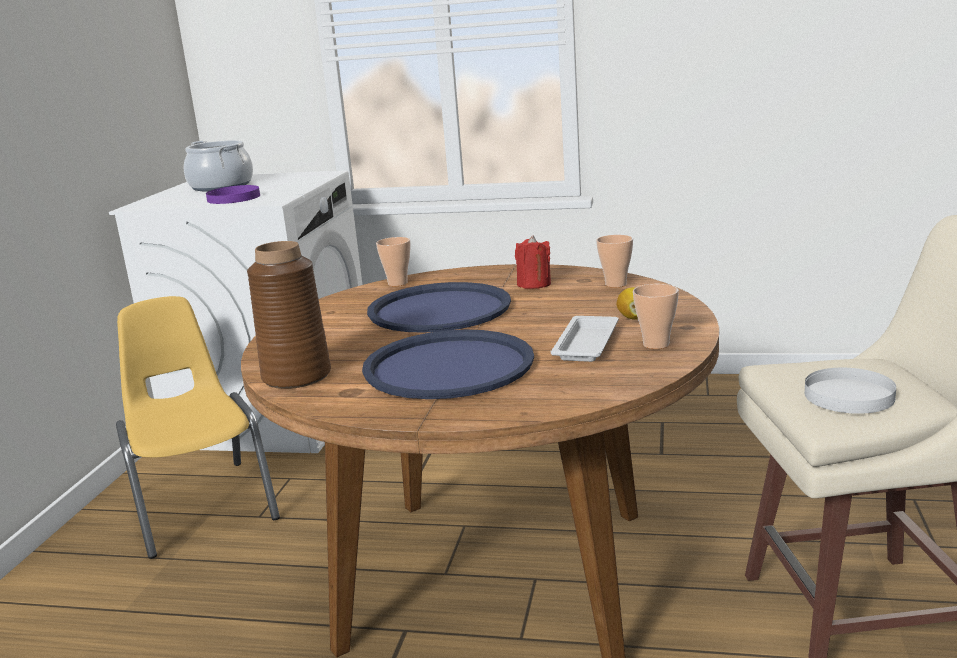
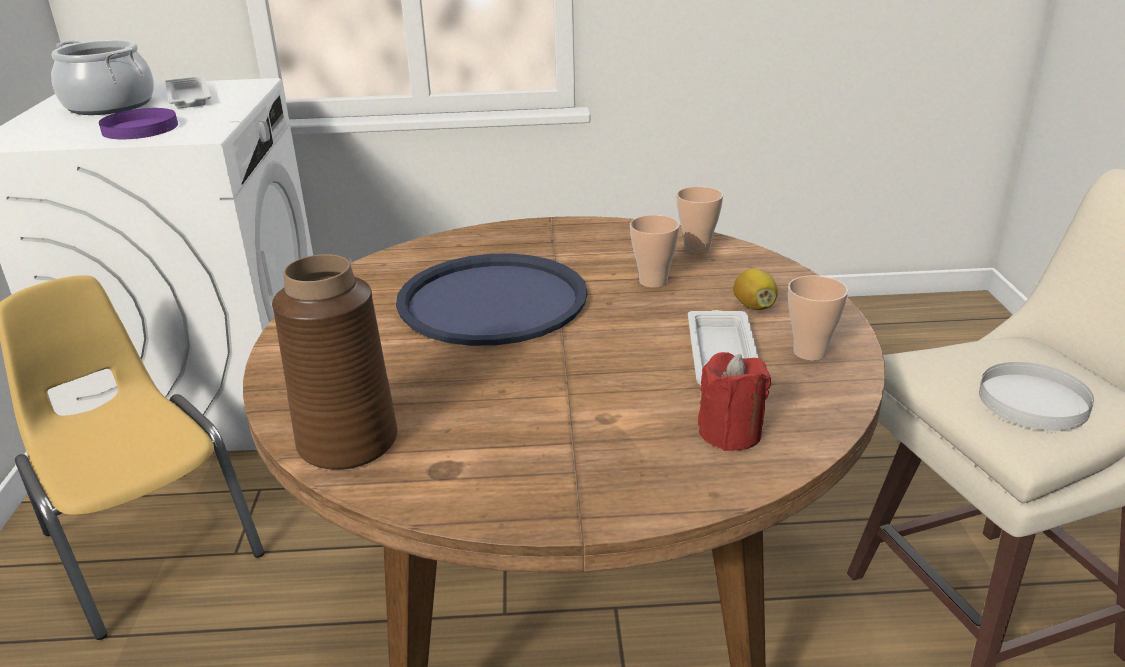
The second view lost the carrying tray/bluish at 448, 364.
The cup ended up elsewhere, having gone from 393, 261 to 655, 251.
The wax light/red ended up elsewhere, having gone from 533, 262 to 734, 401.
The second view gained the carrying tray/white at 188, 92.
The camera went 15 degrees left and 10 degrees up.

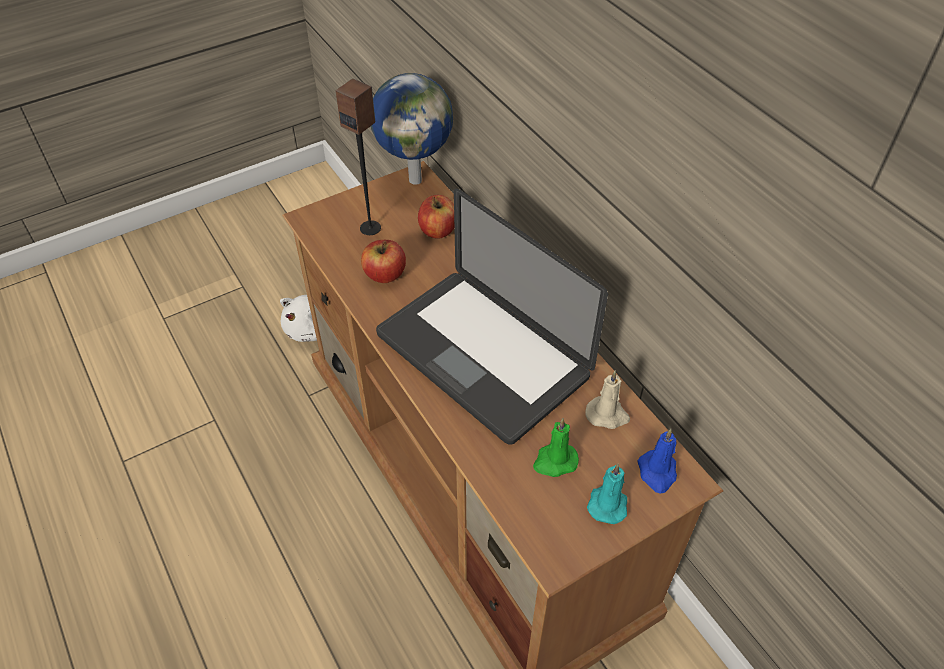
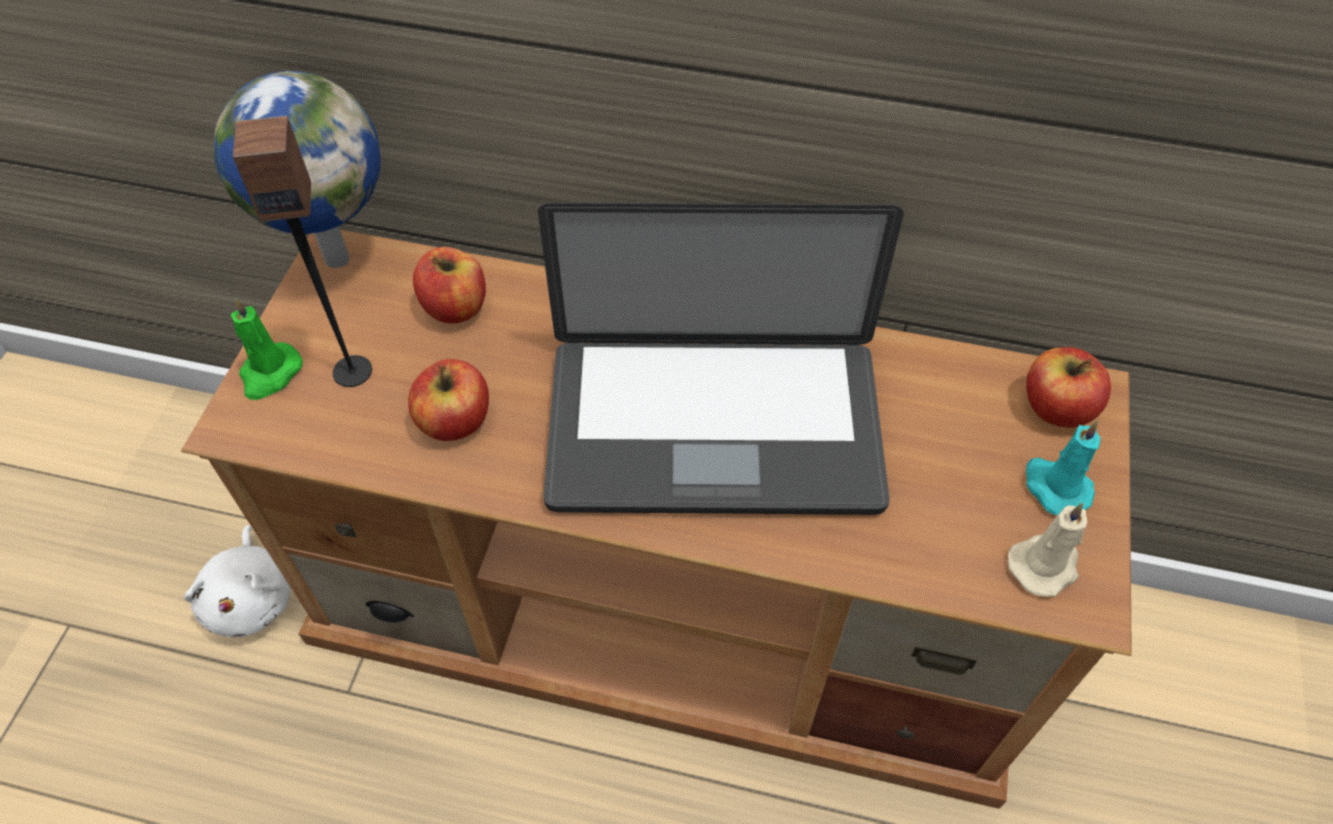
The wax light/green-coloured ended up elsewhere, having gone from 556, 447 to 267, 349.
The wax light/beige-coloured ended up elsewhere, having gone from 607, 399 to 1047, 550.
Where the wax light/bluish stood at 657, 461, the whole apple came to stand at 1068, 387.
The camera went 45 degrees left and 5 degrees up.

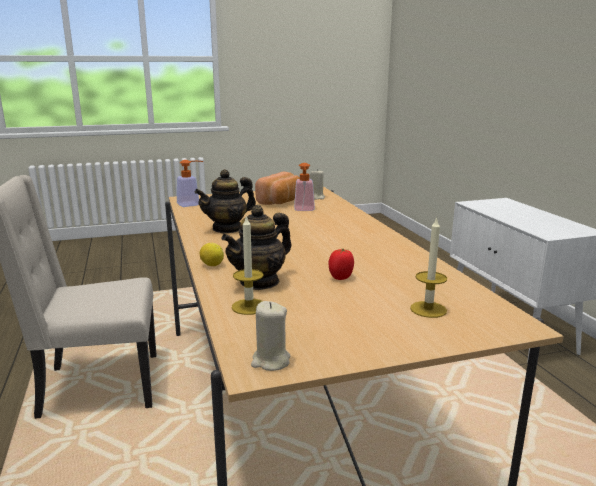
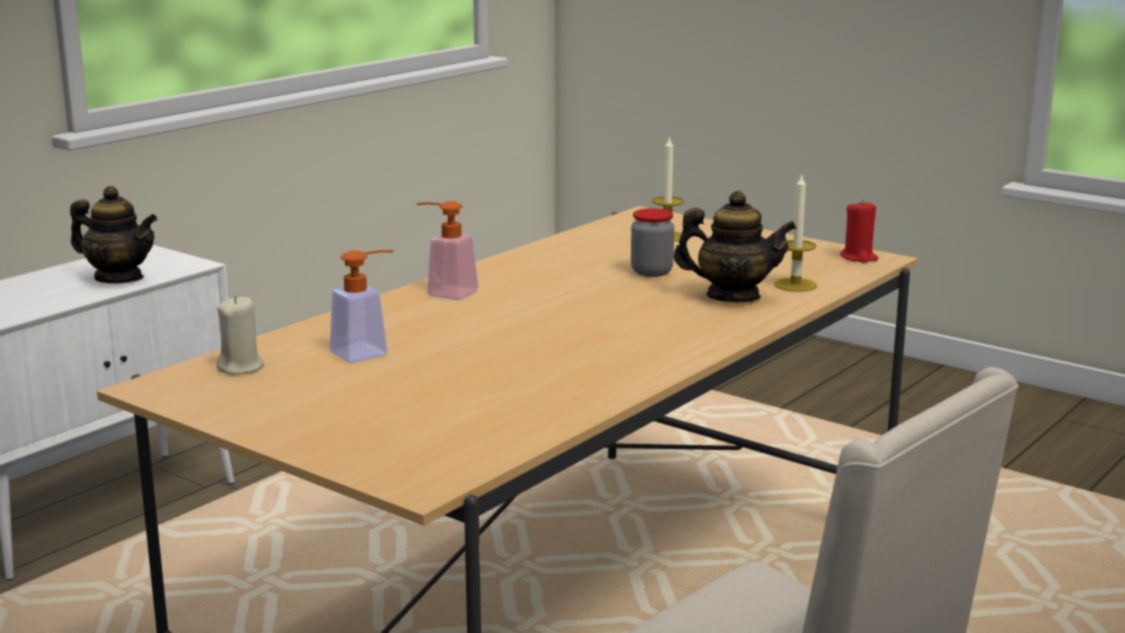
The liquid soap bottle ended up elsewhere, having gone from 190, 183 to 448, 250.
The tea pot ended up elsewhere, having gone from 225, 201 to 113, 234.
The second view lost the lemon at 212, 254.
What was the wax light/beige-coloured at 270, 336 turned into the wax light/red at 859, 231.
The second view lost the bread at 277, 188.
Where the tomato stood at 341, 264, the storage jar came to stand at 652, 242.
The camera went 125 degrees left and 0 degrees up.

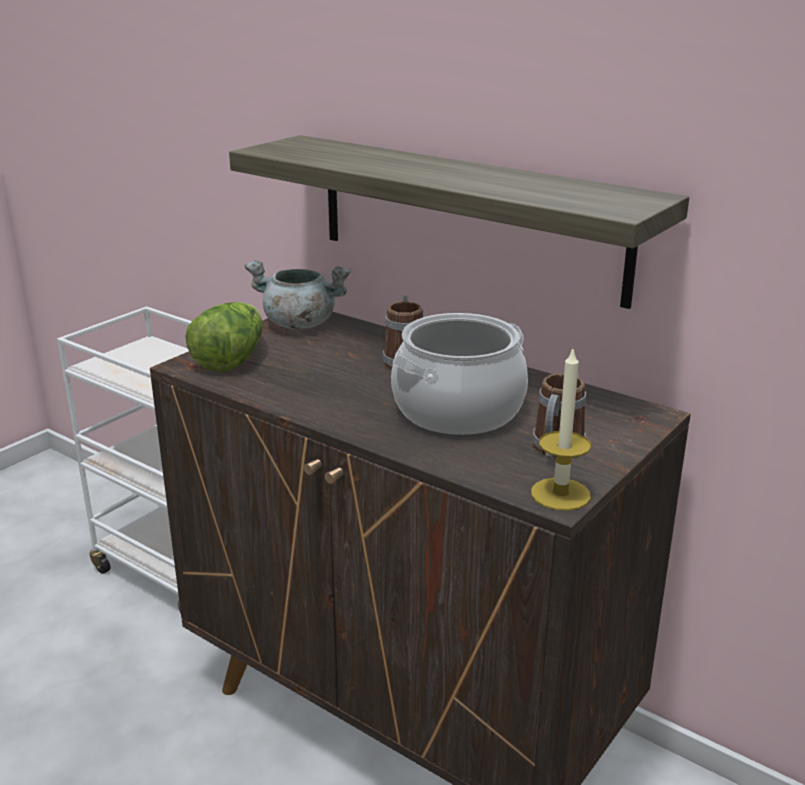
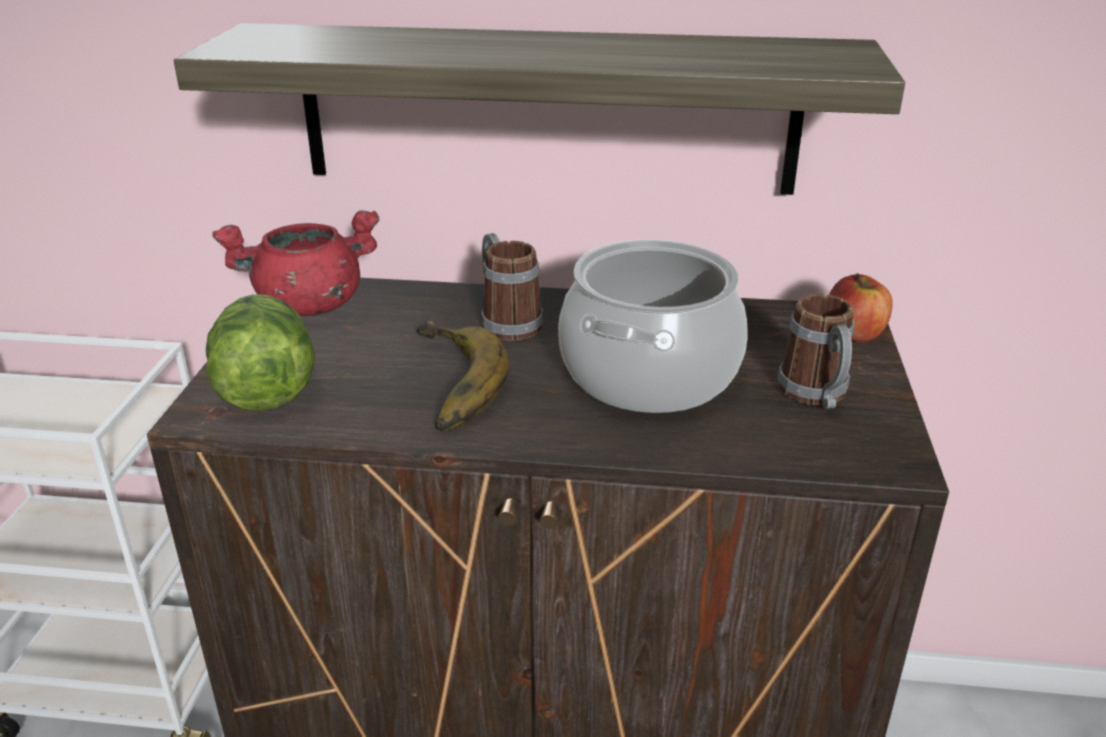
What was the stockpot/grey at 297, 295 turned into the stockpot/red at 295, 263.
The second view lost the wax light at 561, 428.
The second view gained the banana fruit at 463, 375.
The second view gained the whole apple at 861, 307.
The camera went 30 degrees left and 5 degrees up.

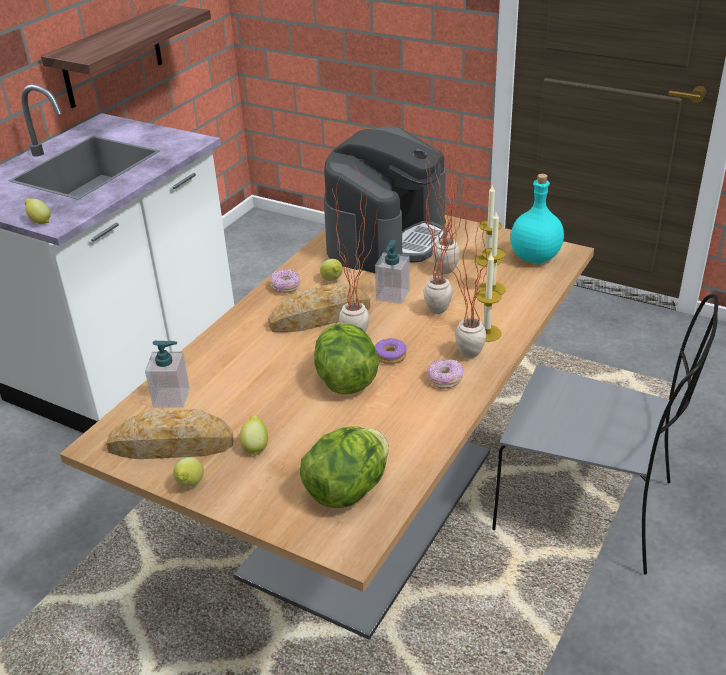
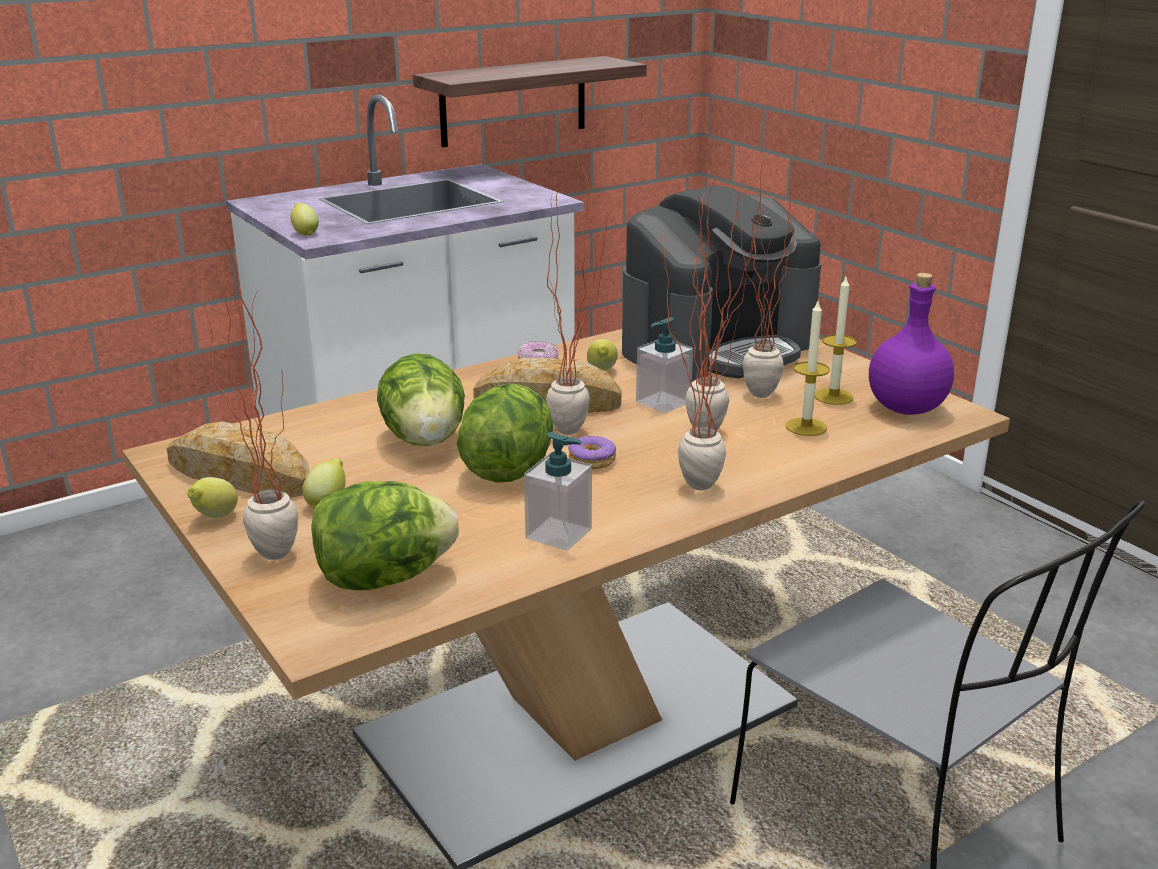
The liquid soap bottle ended up elsewhere, having gone from 167, 374 to 558, 491.
The second view lost the doughnut at 445, 374.
The second view lost the wax light at 489, 297.
What was the beverage bottle/turquoise at 537, 218 turned into the beverage bottle/purple-coloured at 911, 344.
The second view gained the plant in a pot at 250, 398.
The second view gained the lettuce at 421, 399.
The camera went 25 degrees right and 10 degrees down.

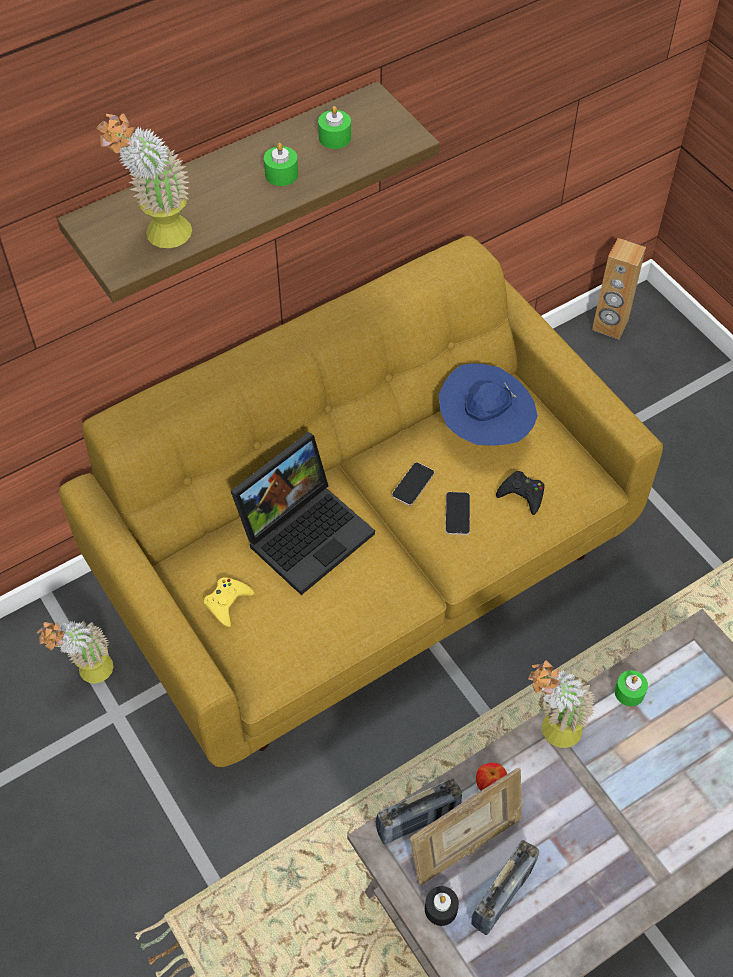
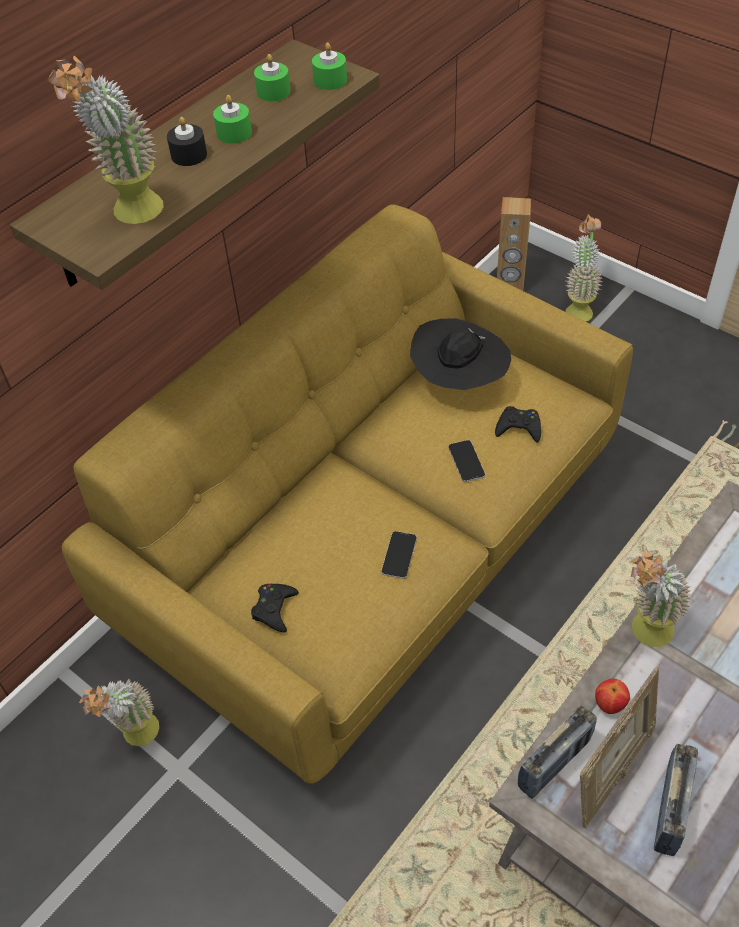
What was the game controller/yellow at 229, 602 turned into the game controller/black at 275, 608.
The second view lost the portable computer at 303, 513.
The phone ended up elsewhere, having gone from 413, 484 to 399, 555.
The wax light/black ended up elsewhere, having gone from 442, 906 to 187, 141.
What was the wearable hat/bluish at 488, 404 turned into the wearable hat/black at 460, 354.
The wax light/green-coloured ended up elsewhere, having gone from 631, 688 to 329, 66.
The second view gained the plant in a pot at 584, 268.
The camera went 15 degrees left and 5 degrees down.

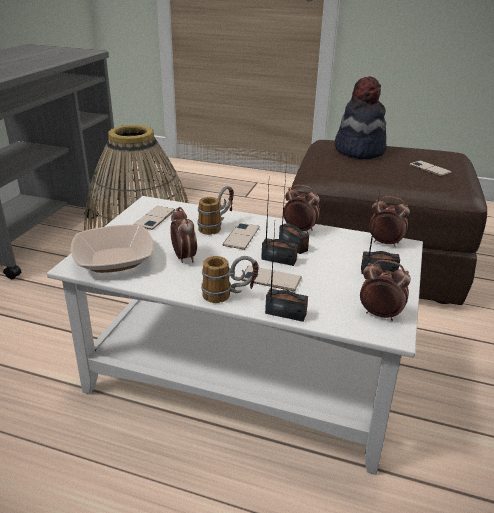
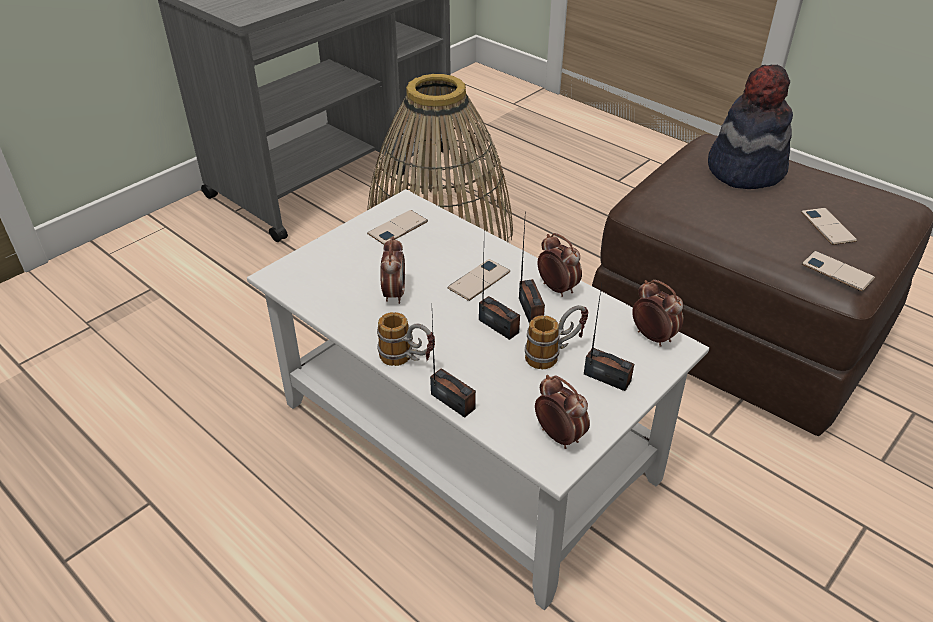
The second view lost the deep dish at 112, 249.
The coffee mug ended up elsewhere, having gone from 215, 210 to 556, 337.
The phone ended up elsewhere, having gone from 271, 278 to 838, 271.
The camera went 25 degrees right and 10 degrees up.

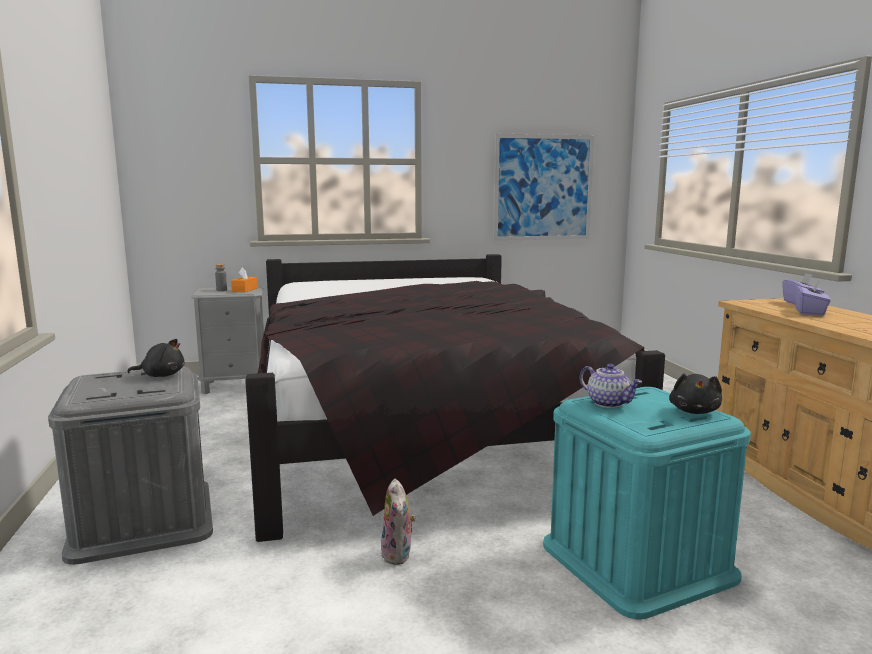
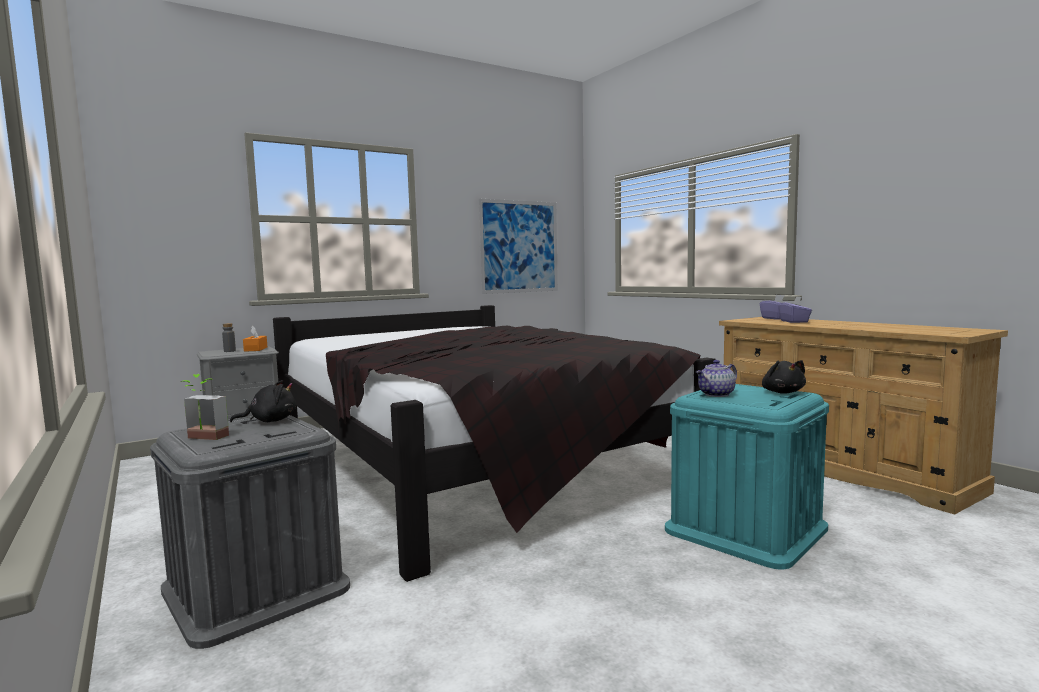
The second view lost the soft toy at 398, 522.
The tea pot at 611, 386 ended up facing another way, 120 degrees clockwise from before.
The second view gained the plant in a pot at 205, 407.
The camera went 20 degrees left and 5 degrees down.

